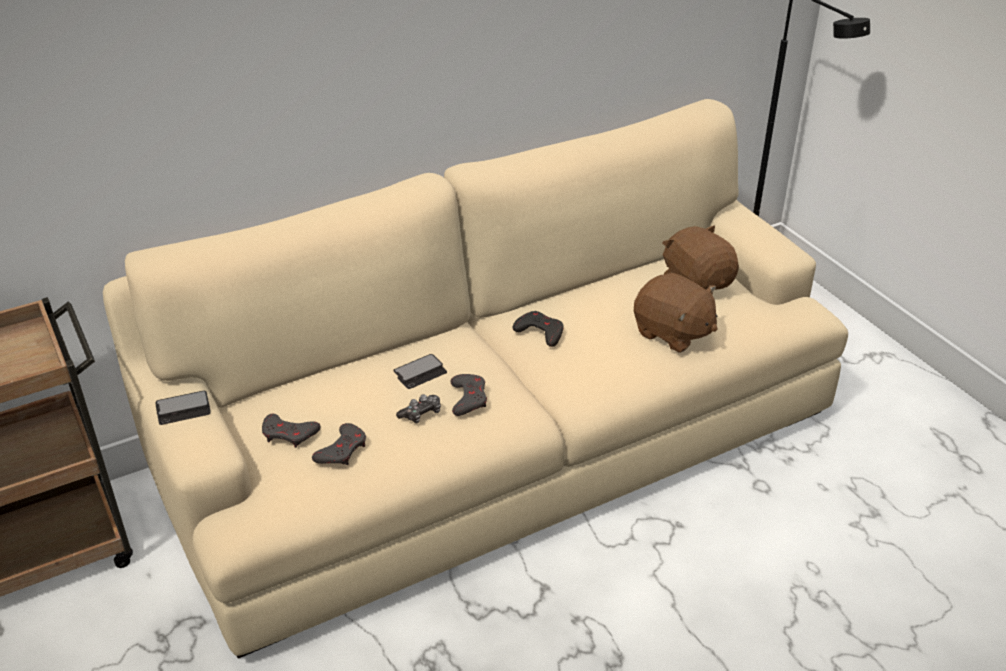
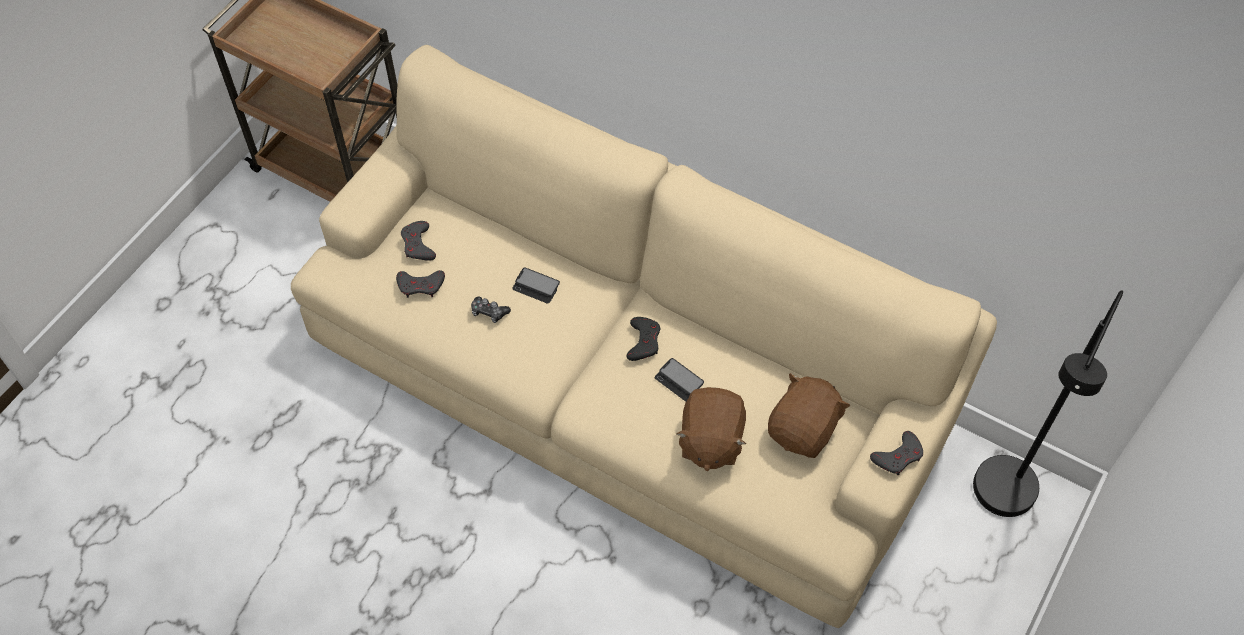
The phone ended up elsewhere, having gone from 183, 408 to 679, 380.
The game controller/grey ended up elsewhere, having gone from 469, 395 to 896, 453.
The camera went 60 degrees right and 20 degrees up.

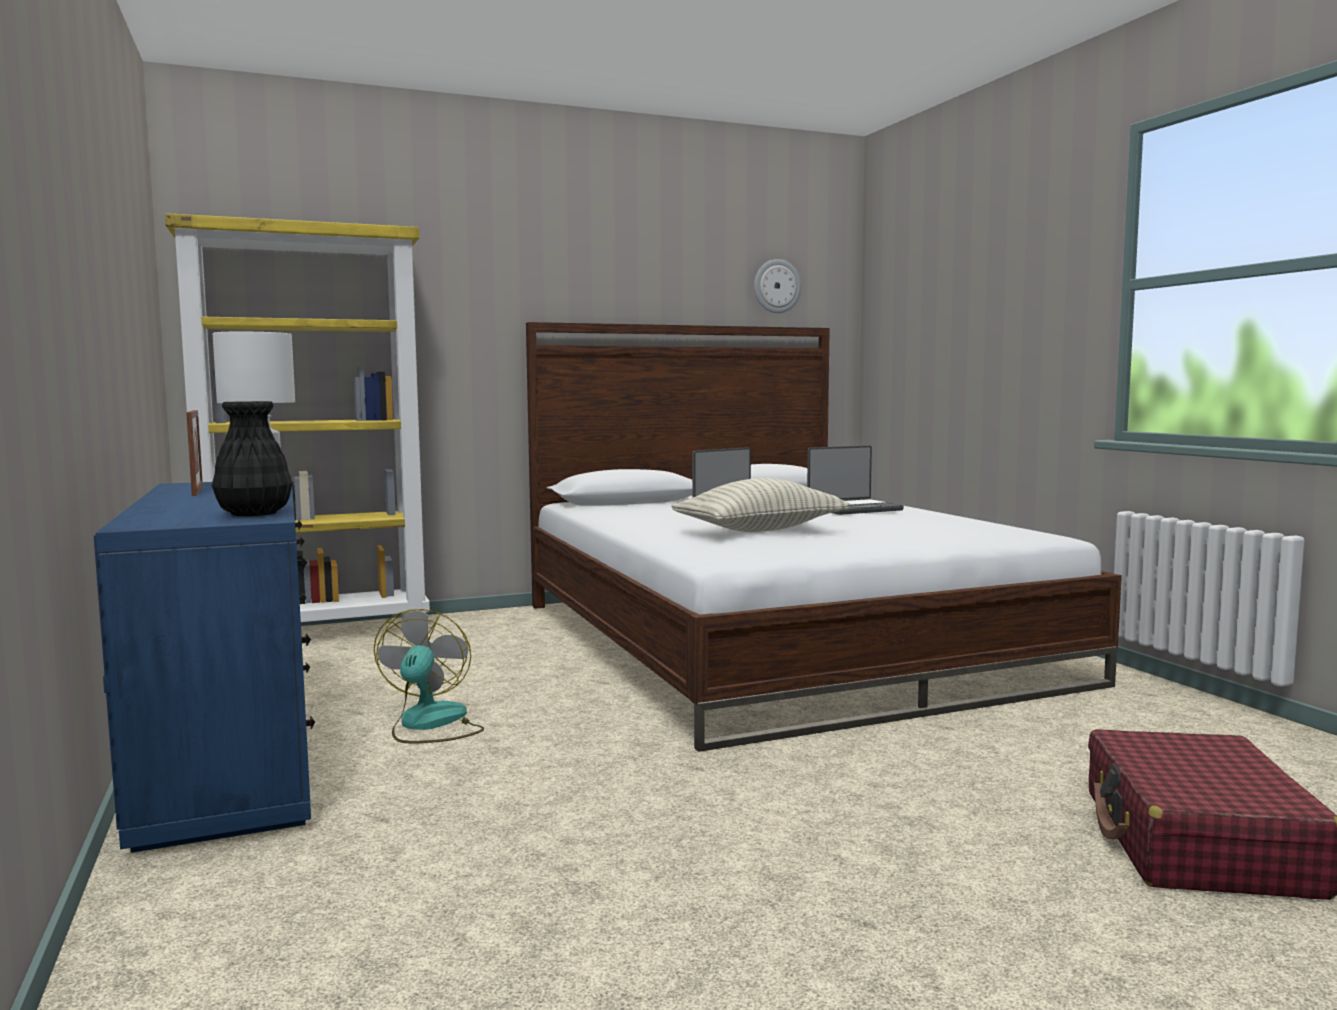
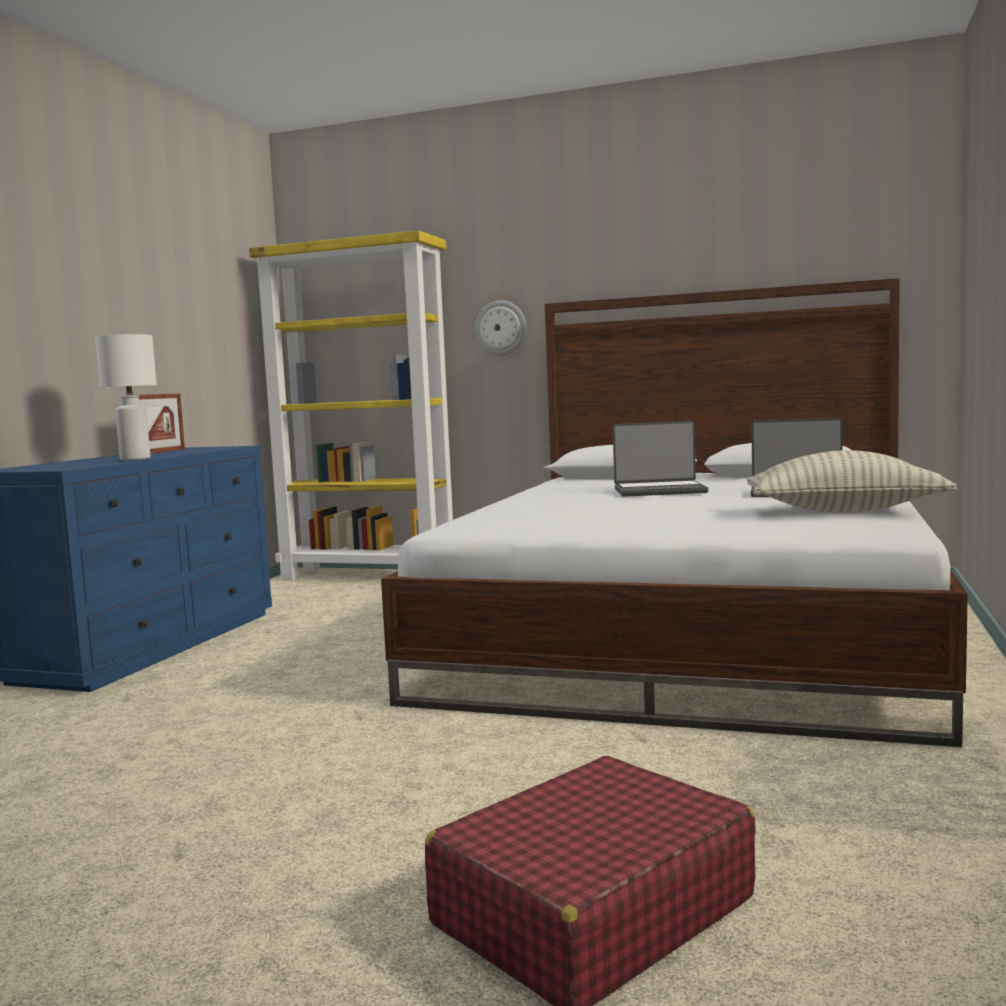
The second view lost the flower vase/black at 252, 458.
The second view lost the cooling fan at 429, 676.
The cushion ended up elsewhere, having gone from 760, 505 to 852, 481.
The hanging clock ended up elsewhere, having gone from 777, 286 to 501, 327.
The camera went 40 degrees right and 0 degrees up.

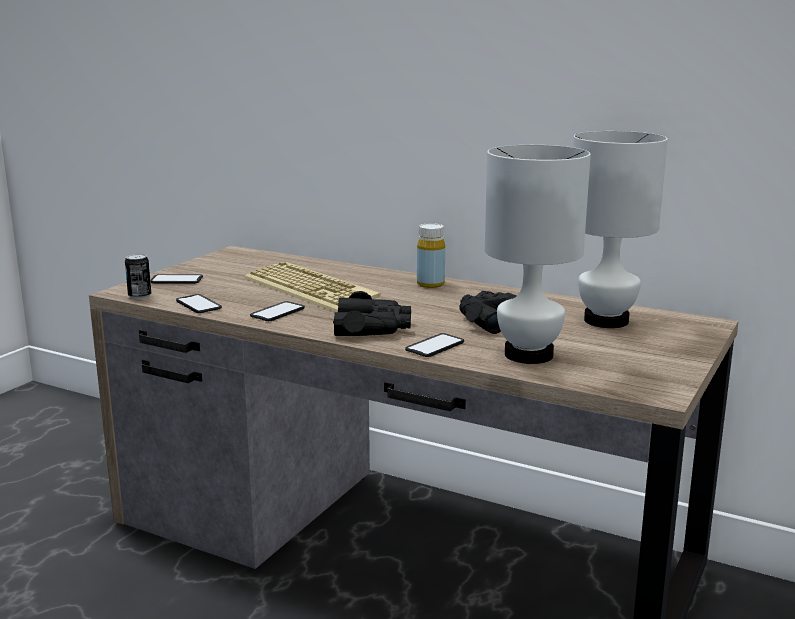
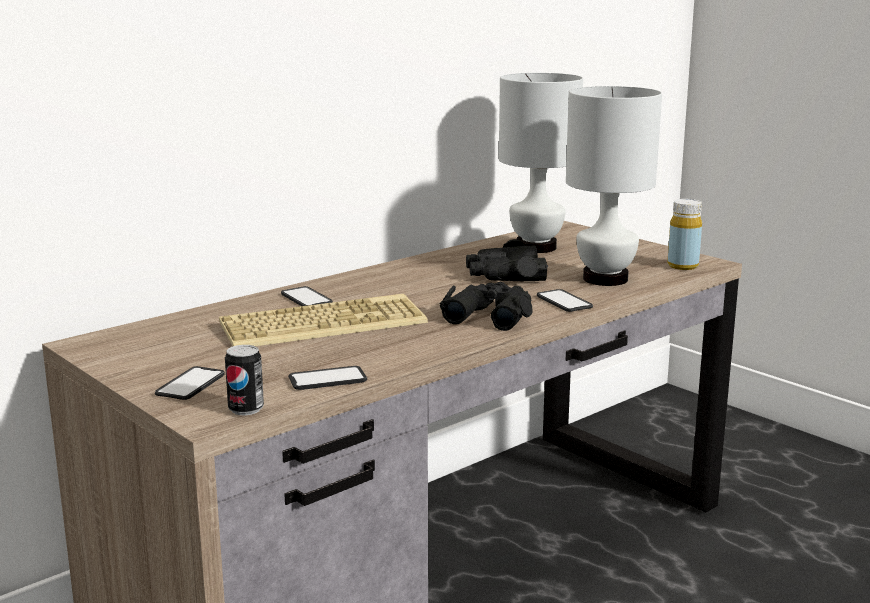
The phone ended up elsewhere, having gone from 277, 311 to 307, 296.
The beverage bottle/yellow ended up elsewhere, having gone from 431, 255 to 684, 234.
The camera went 70 degrees left and 0 degrees up.

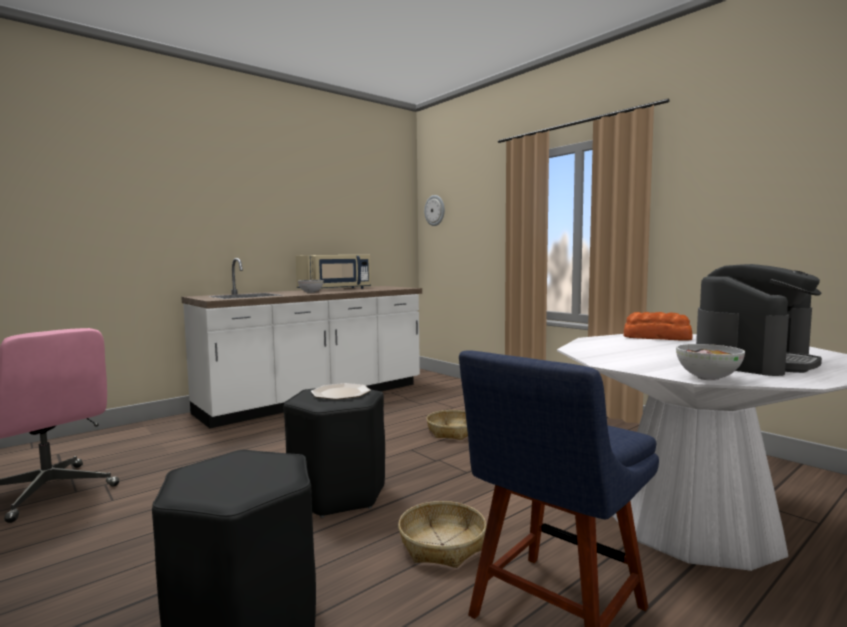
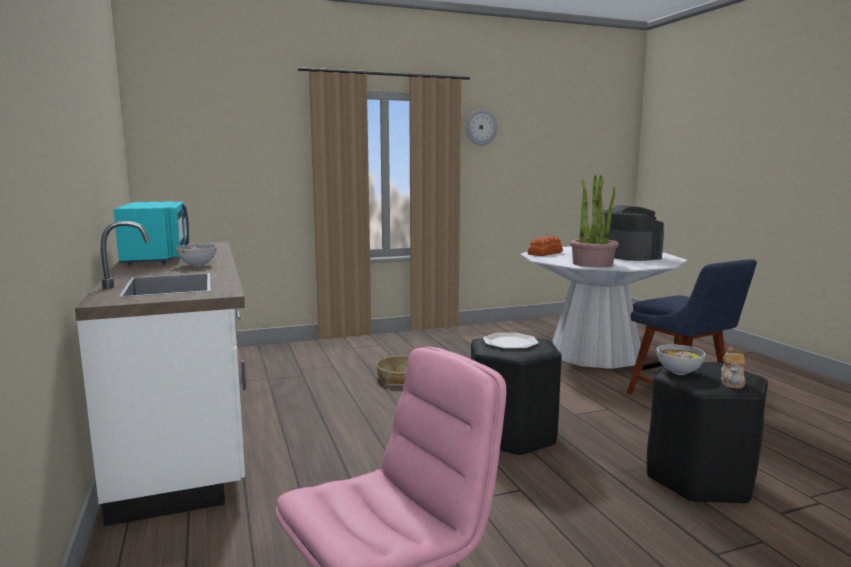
What was the kitchen microwave/beige-coloured at 333, 272 turned into the kitchen microwave/turquoise at 151, 233.
The second view lost the basket at 442, 534.
The hanging clock ended up elsewhere, having gone from 434, 210 to 481, 127.
The deep dish ended up elsewhere, having gone from 710, 362 to 681, 359.
The second view gained the plant in a pot at 594, 221.
The second view gained the tea pot at 733, 368.
The camera went 70 degrees left and 5 degrees up.

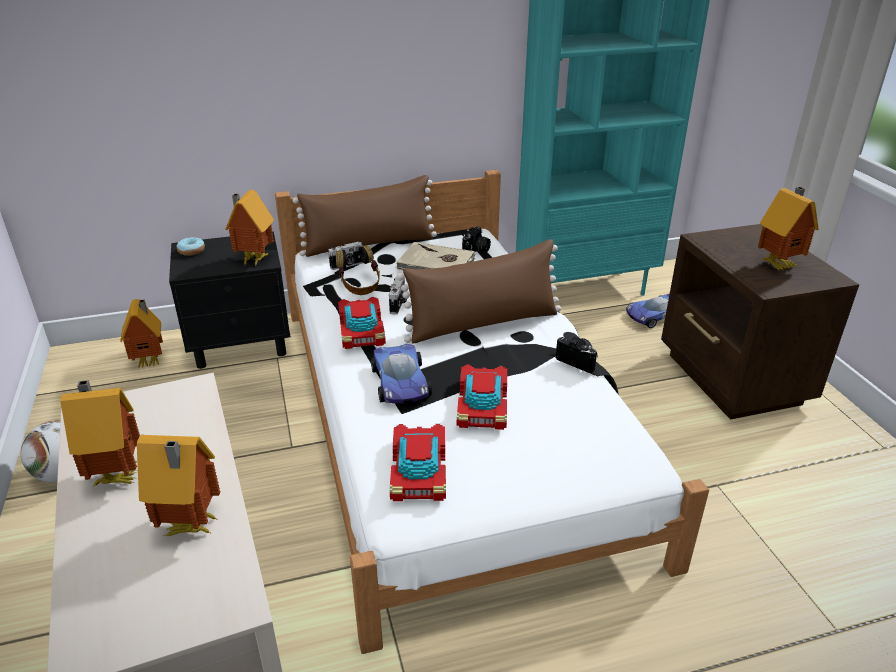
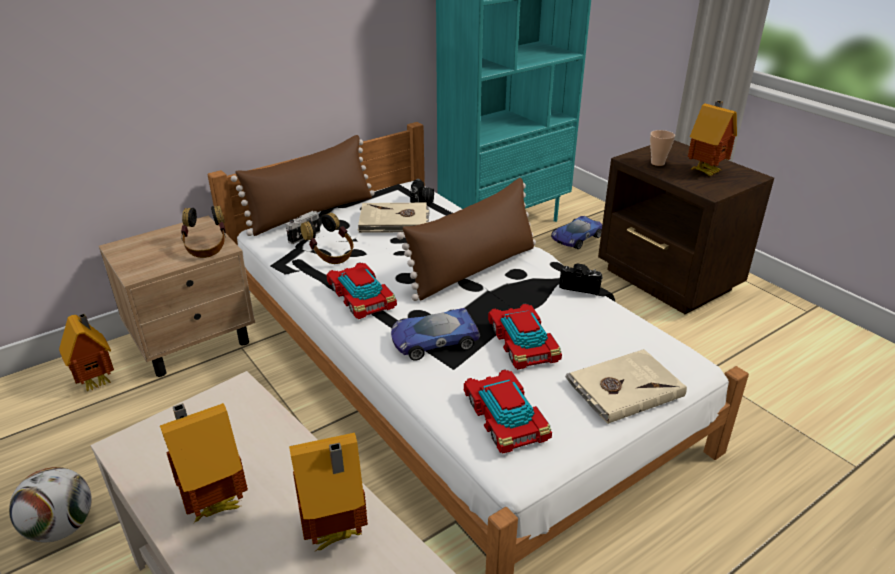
What was the night table/black at 229, 300 turned into the night table/beige-coloured at 177, 296.
The second view lost the doughnut at 190, 246.
Where the miniature house stood at 249, 228, the headphones came to stand at 203, 232.
The model car at 401, 373 ended up facing another way, 105 degrees clockwise from before.
The second view lost the photo camera at 398, 295.
The second view gained the bound book/beige-coloured at 626, 386.
The second view gained the cup at 662, 148.
The camera went 20 degrees left and 0 degrees up.

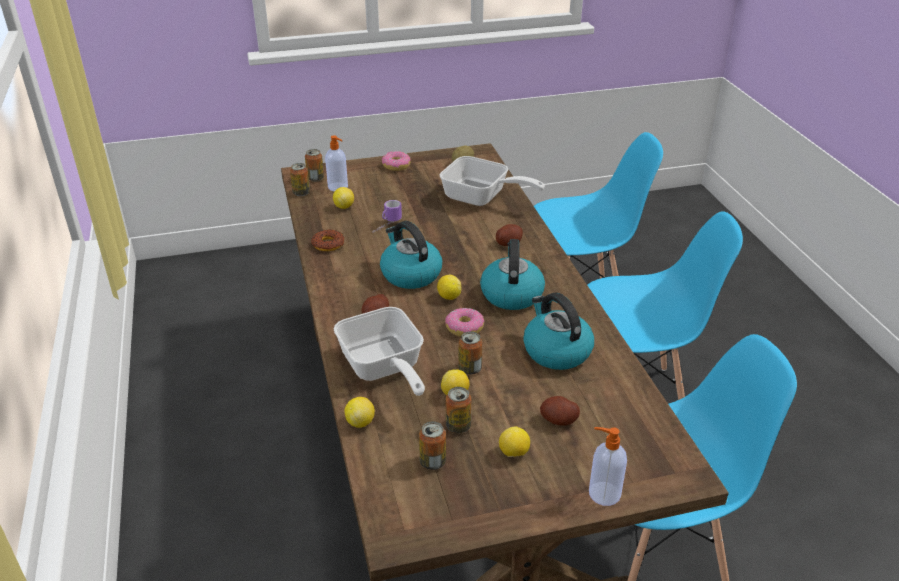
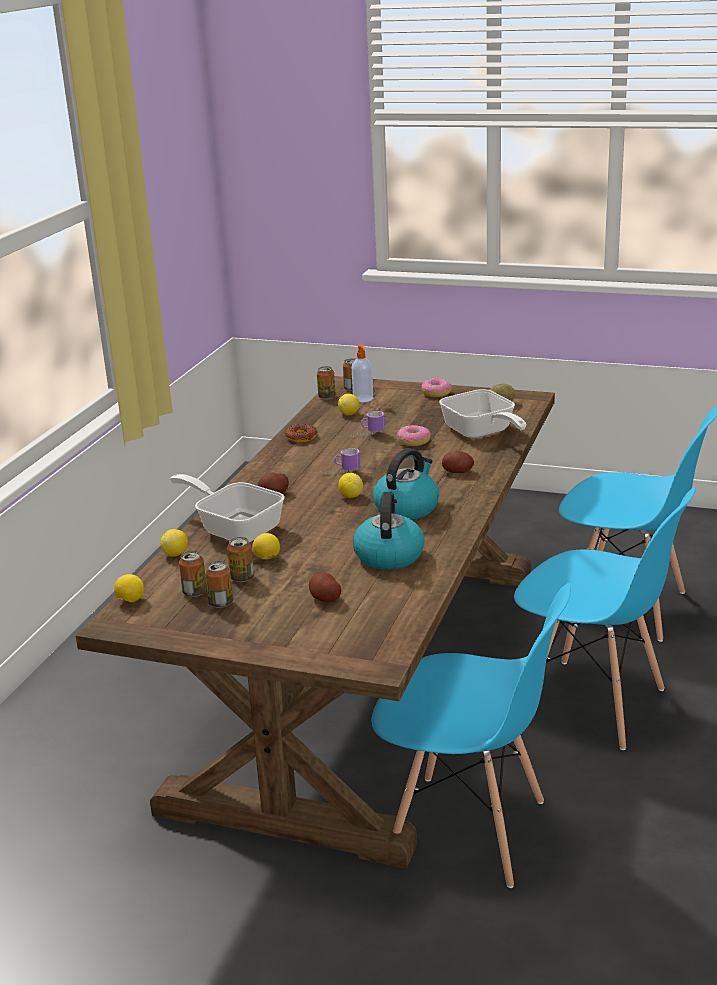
The pan at 379, 351 ended up facing another way, 120 degrees clockwise from before.
Where the tea kettle stood at 411, 255, the coffee mug came to stand at 339, 461.
The doughnut ended up elsewhere, having gone from 465, 322 to 414, 435.
The metal can ended up elsewhere, having gone from 470, 353 to 219, 584.
The lemon ended up elsewhere, having gone from 514, 441 to 129, 588.
The second view lost the liquid soap bottle at 608, 466.
The camera went 35 degrees right and 10 degrees down.

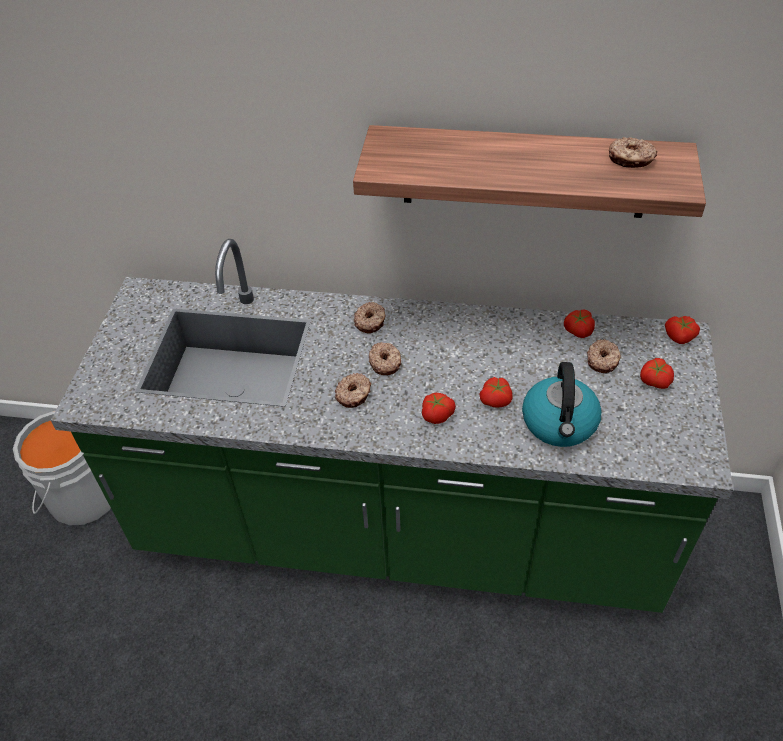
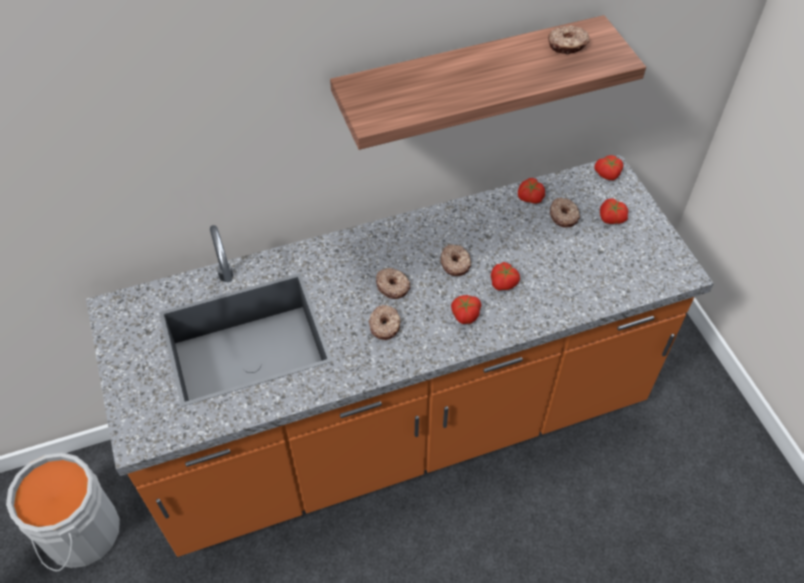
What was the kitchen counter/green-coloured at 392, 426 turned into the kitchen counter/orangey at 400, 356.
The doughnut ended up elsewhere, having gone from 370, 317 to 456, 260.
The second view lost the tea kettle at 562, 404.
The camera went 30 degrees left and 5 degrees up.

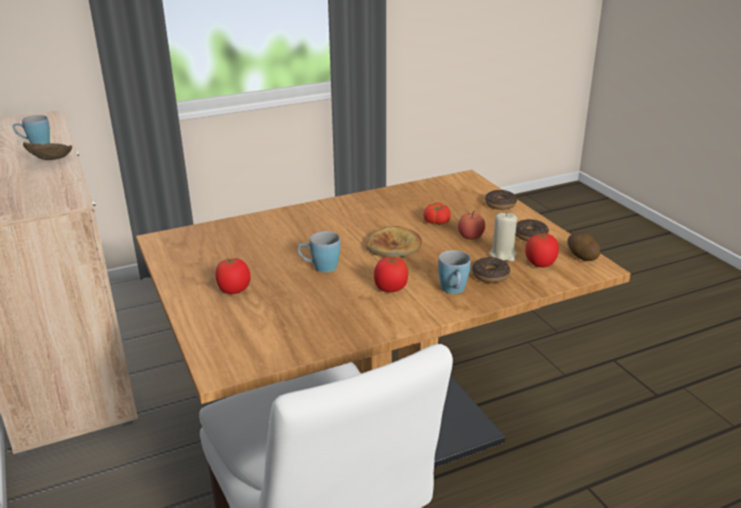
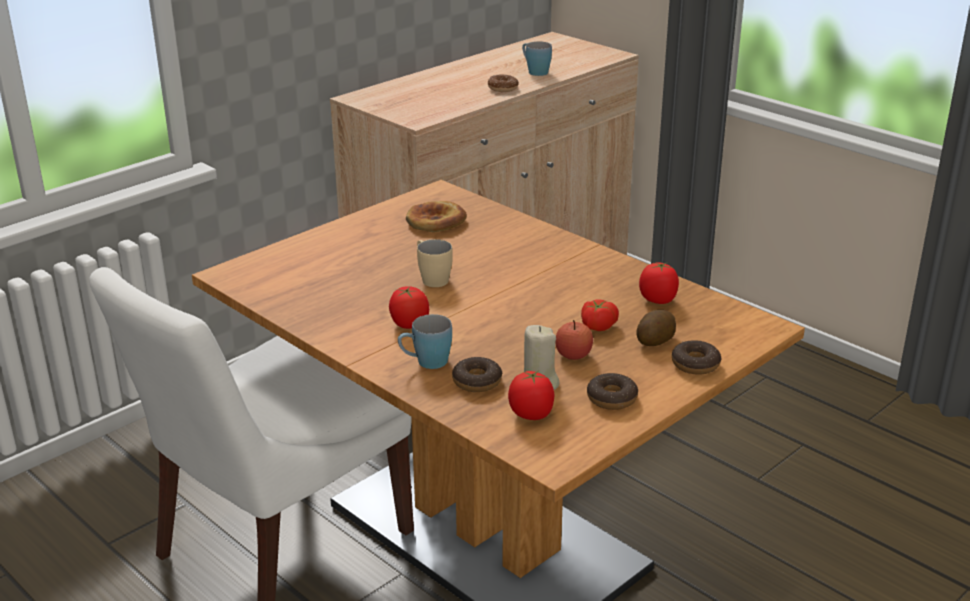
Where the deep dish/brown-coloured stood at 47, 151, the doughnut came to stand at 503, 83.
The tomato ended up elsewhere, having gone from 232, 276 to 659, 283.
What was the coffee mug/bluish at 319, 252 turned into the coffee mug/beige-coloured at 435, 263.
The bread ended up elsewhere, having gone from 394, 241 to 436, 216.
The spud ended up elsewhere, having gone from 583, 246 to 656, 328.
The camera went 70 degrees right and 0 degrees up.

